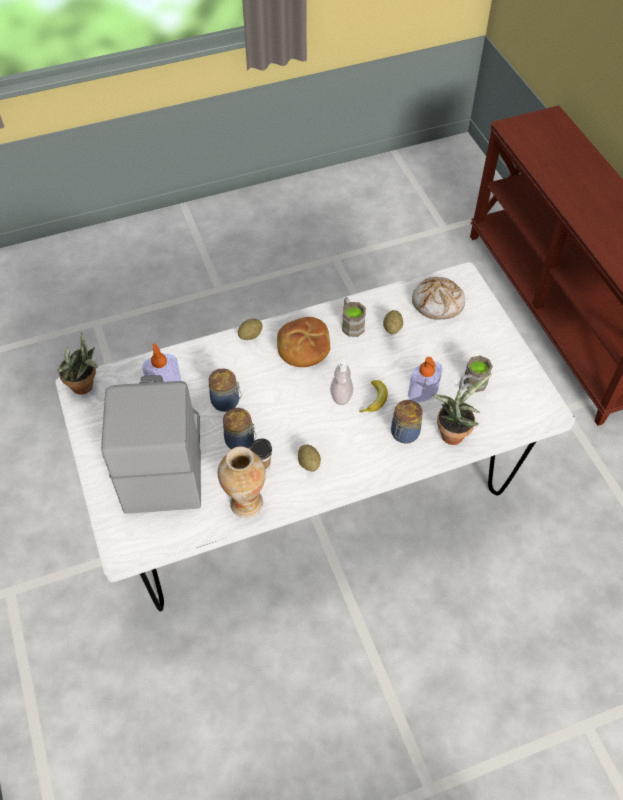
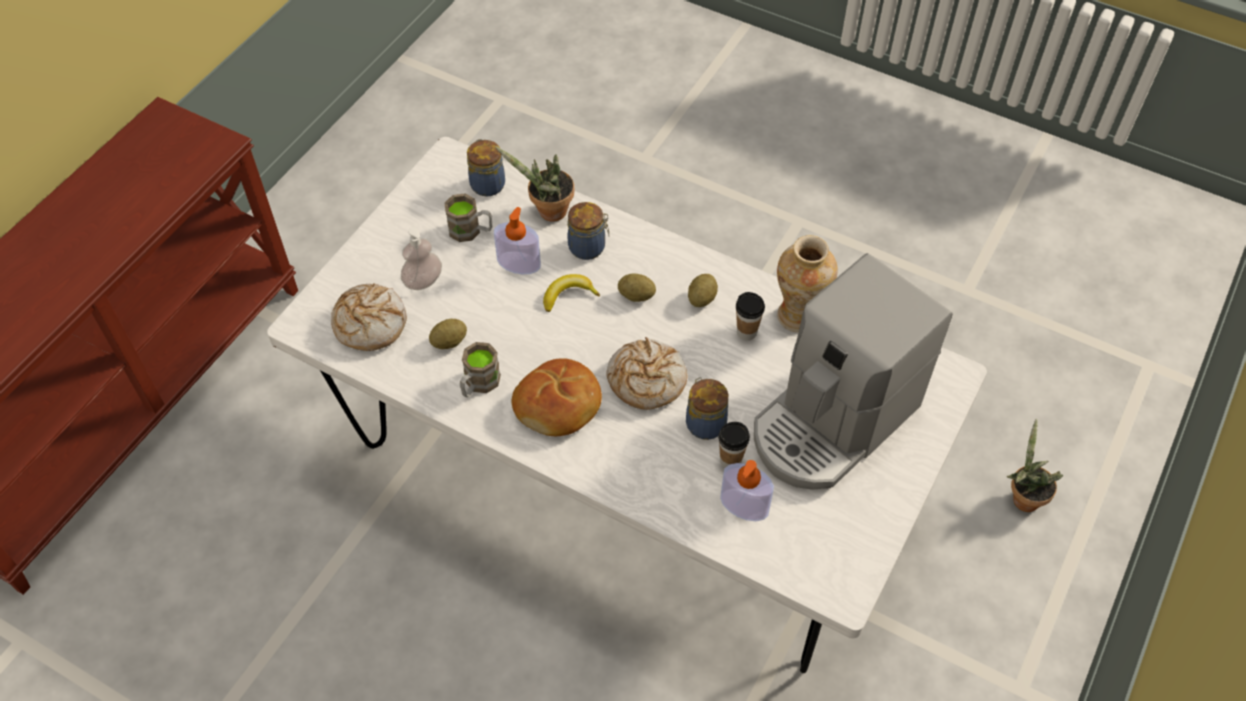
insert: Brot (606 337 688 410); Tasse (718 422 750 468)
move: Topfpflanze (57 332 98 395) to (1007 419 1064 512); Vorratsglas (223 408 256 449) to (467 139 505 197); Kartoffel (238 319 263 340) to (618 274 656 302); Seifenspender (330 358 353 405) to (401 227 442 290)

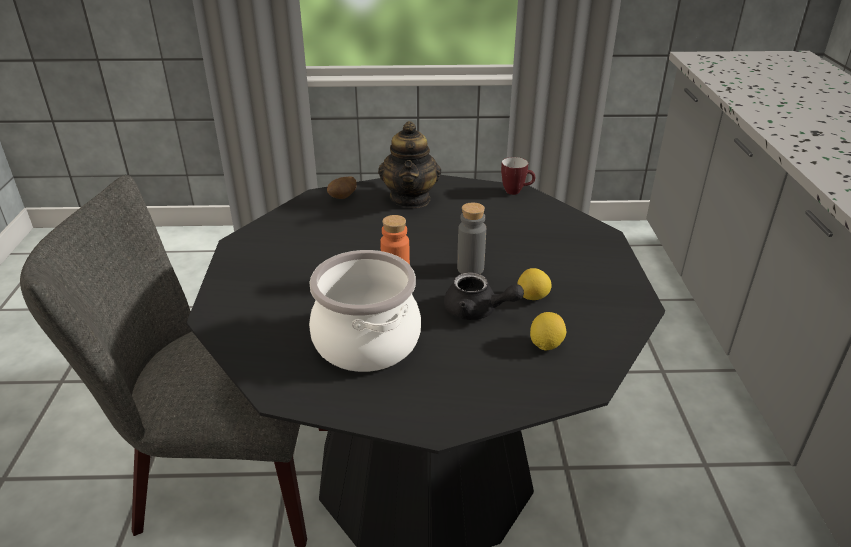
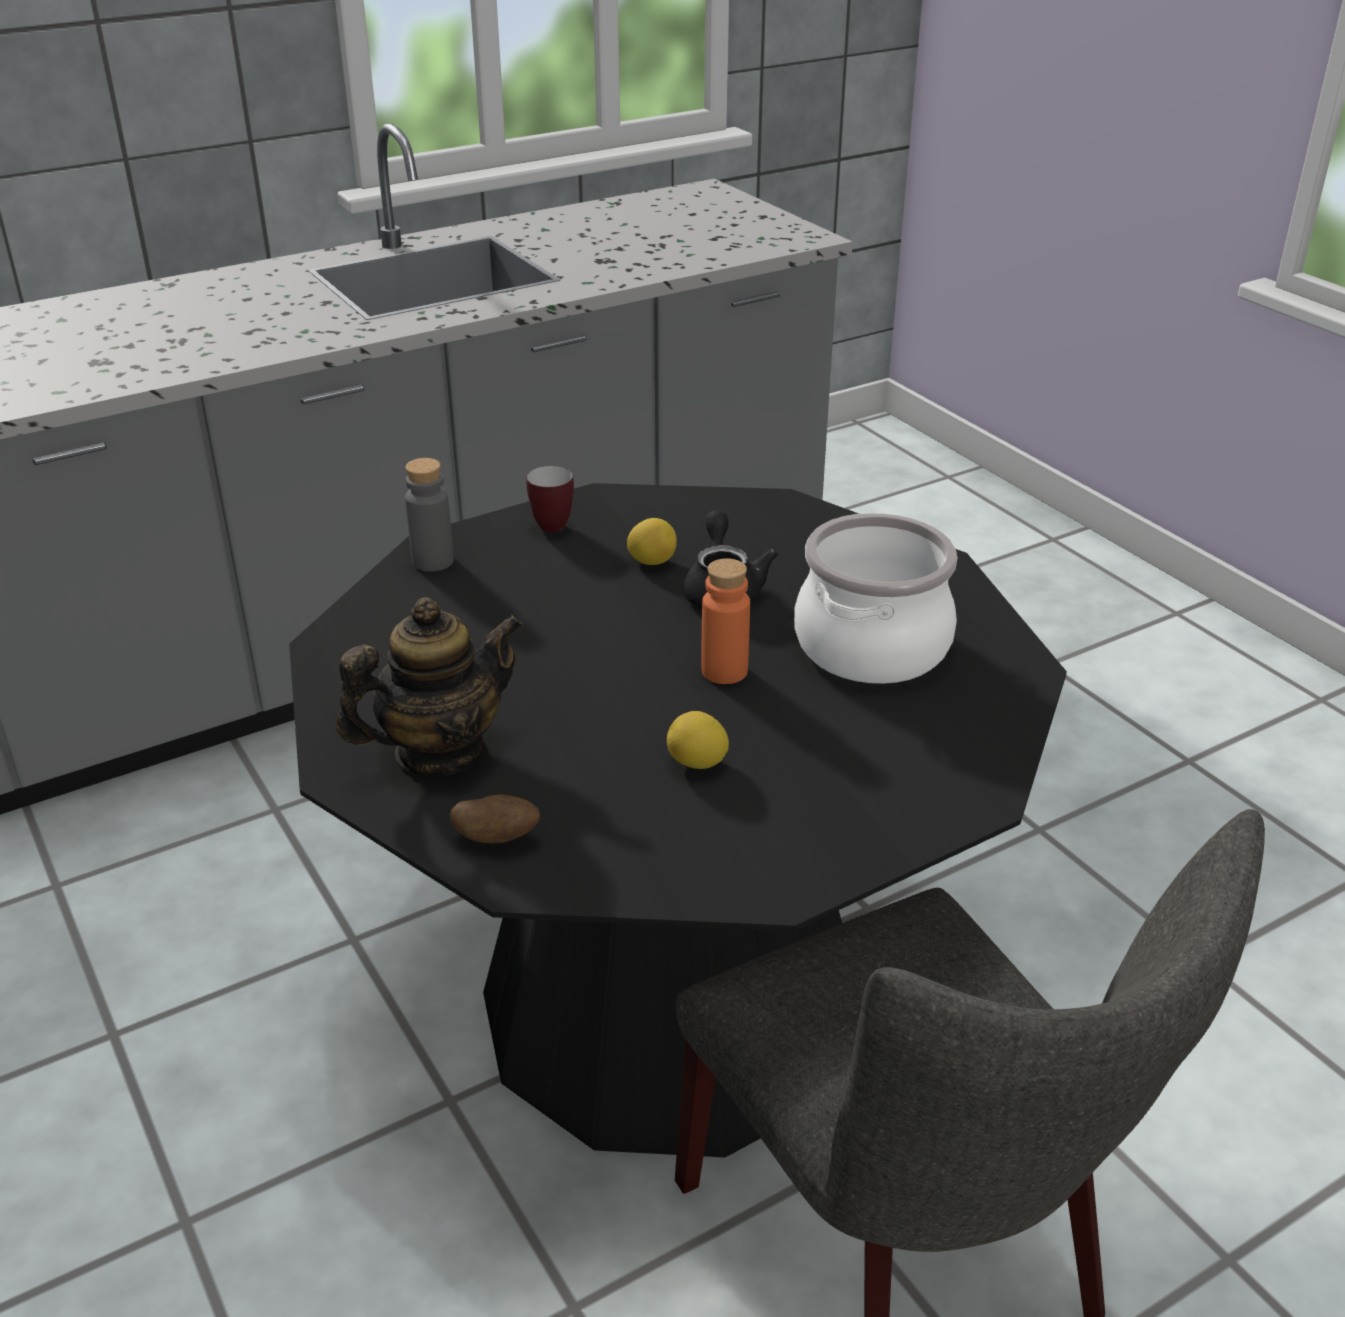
move: Flasche/grau (457 203 486 274) to (405 458 454 572); Henkelbecher (501 157 535 195) to (526 466 574 533); Zitrone (530 312 566 351) to (667 711 729 769)

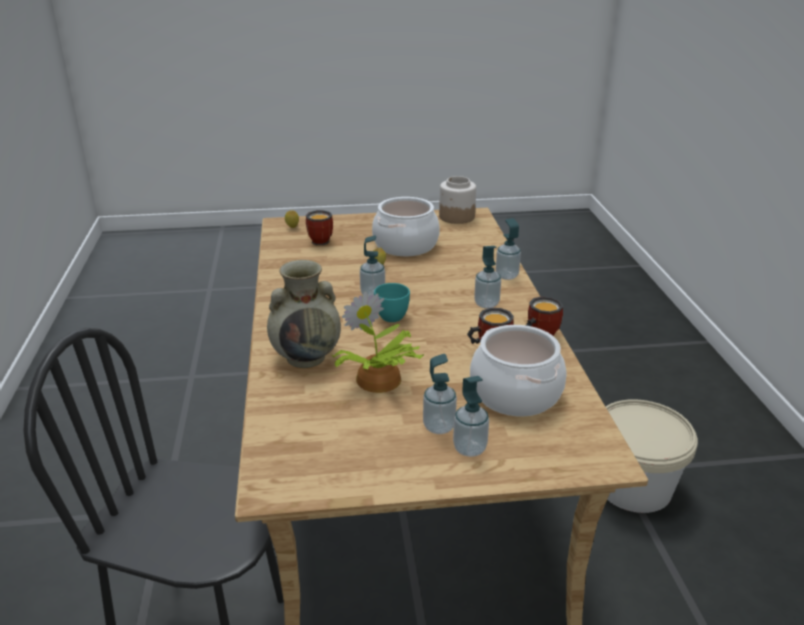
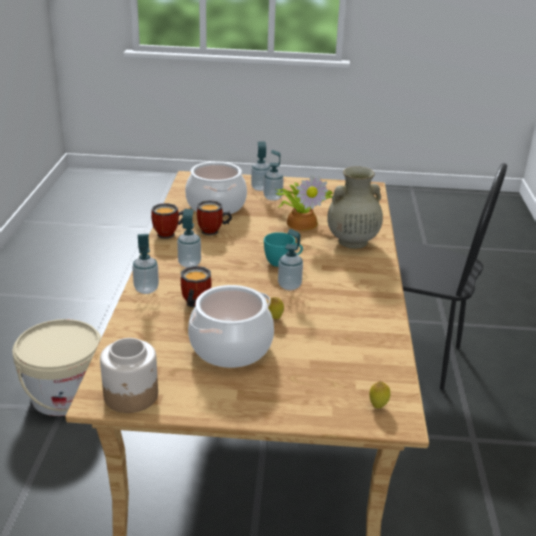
move: Henkelbecher (306 210 333 246) to (181 266 212 308)

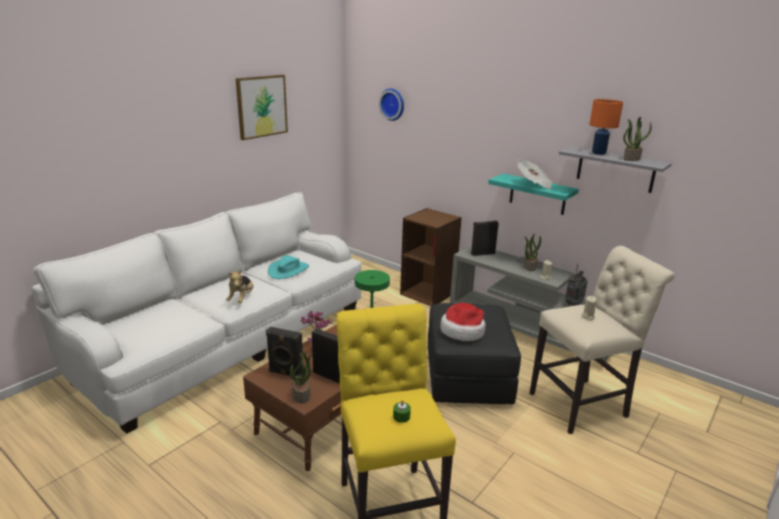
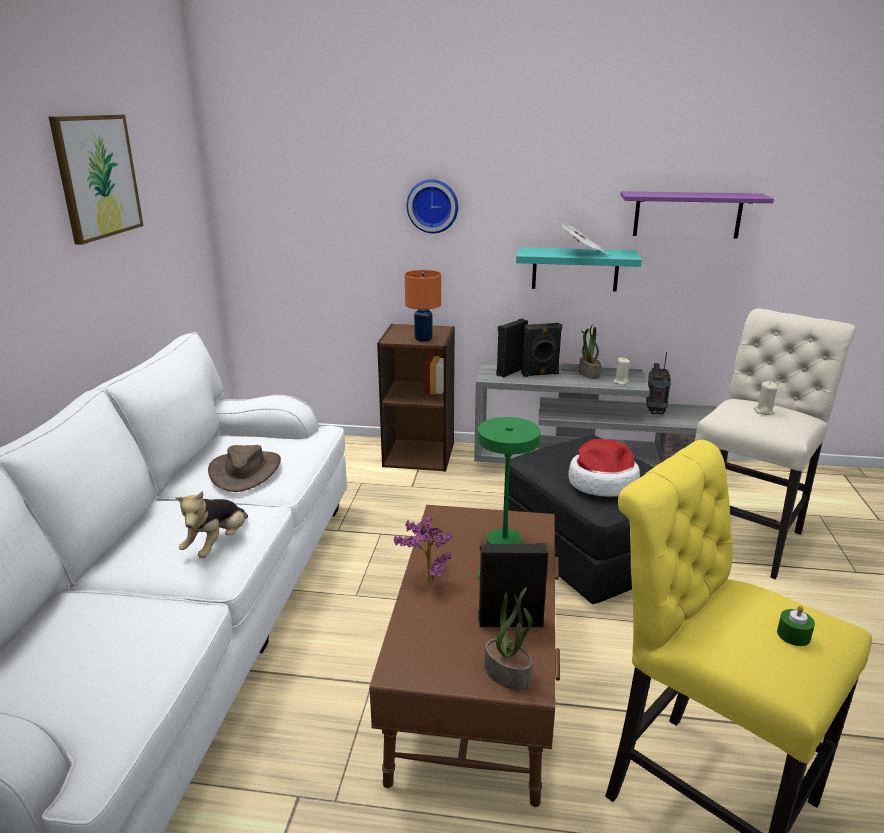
delete: Topfpflanze (623 117 652 161)
move: Lautsprecher/schwarz (266 327 303 377) to (521 323 562 377); Wanduhr (379 88 404 121) to (407 179 458 233); Tischlampe/orange (589 99 623 155) to (405 270 441 342)
recolor: Hut/türkis (268 255 309 279) to Hut/braun (208 445 281 492); Wandregal/grau (559 147 672 193) to Wandregal/lila (621 191 774 238)
rotate: Plüschtier (226 269 254 303) = (175 491 248 558) 45 degrees clockwise

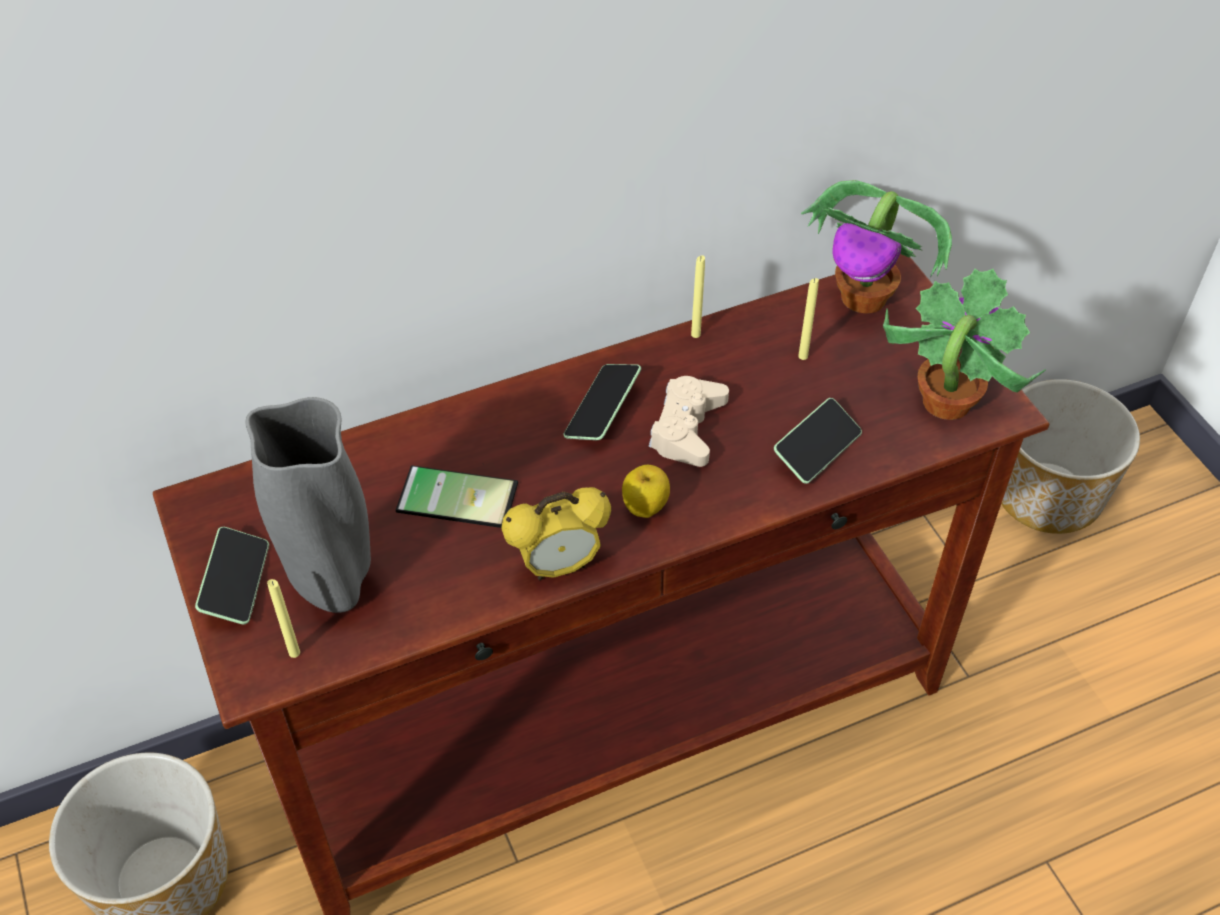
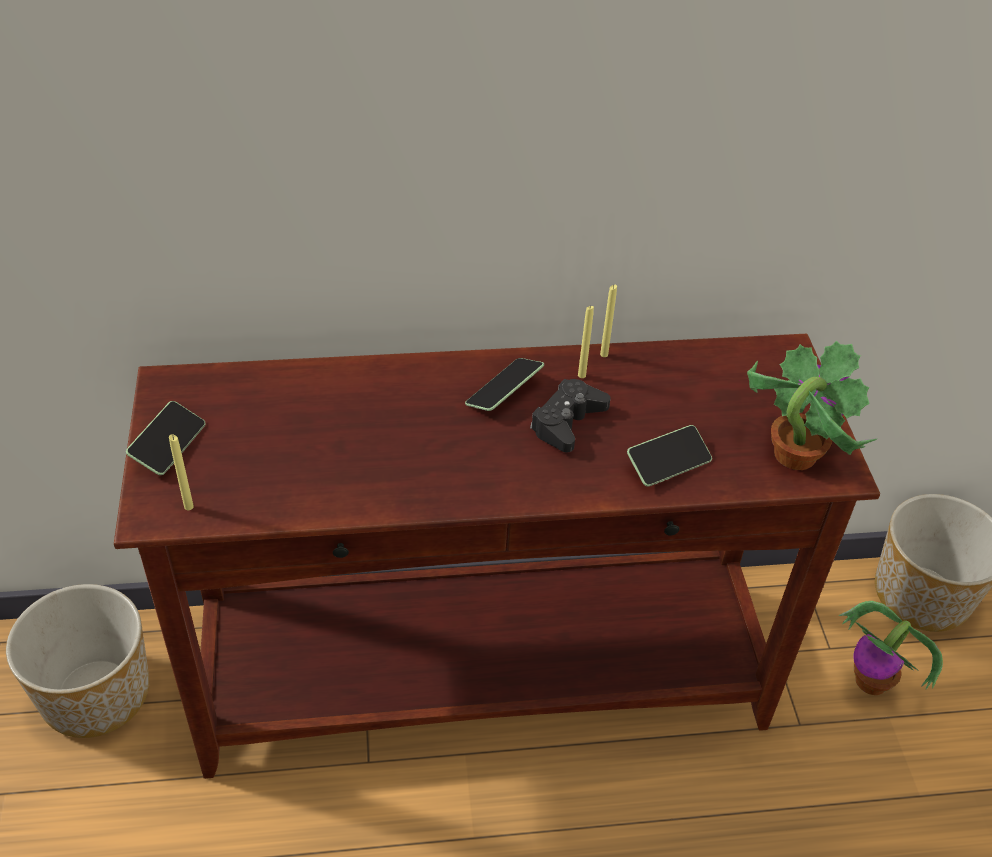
delete: Vase/grau (245 397 371 613); Handy (396 465 518 528); Wecker (501 487 611 580); Apfel (622 465 670 518)
move: Kerze/gelb (798 278 819 360) to (578 305 594 378); Topfpflanze (801 180 952 313) to (839 601 943 695)
recolor: Gamepad/beige (649 376 729 467) to Gamepad/schwarz (530 379 611 453)

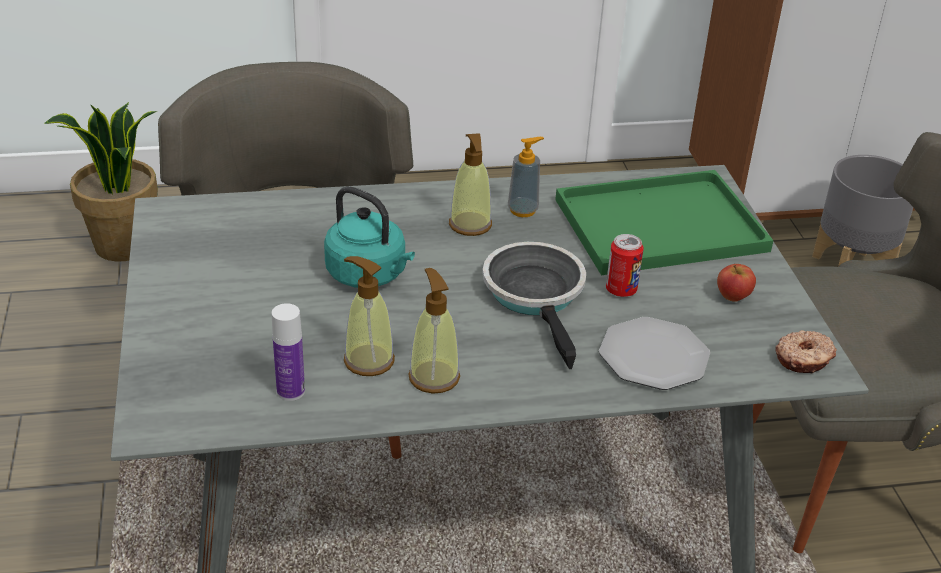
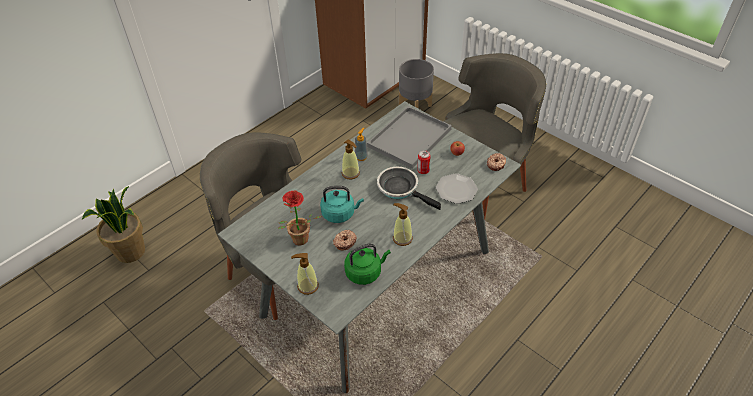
insert: Topfpflanze (278 191 321 246); Donut (333 230 357 251)
move: Seifenspender (344 256 395 376) to (291 253 319 295)
replace: Flasche (272 303 305 401) to Wasserkessel/grün (344 243 391 285)
recolor: Tablett/grün (555 170 774 275) to Tablett/grau (367 106 452 169)

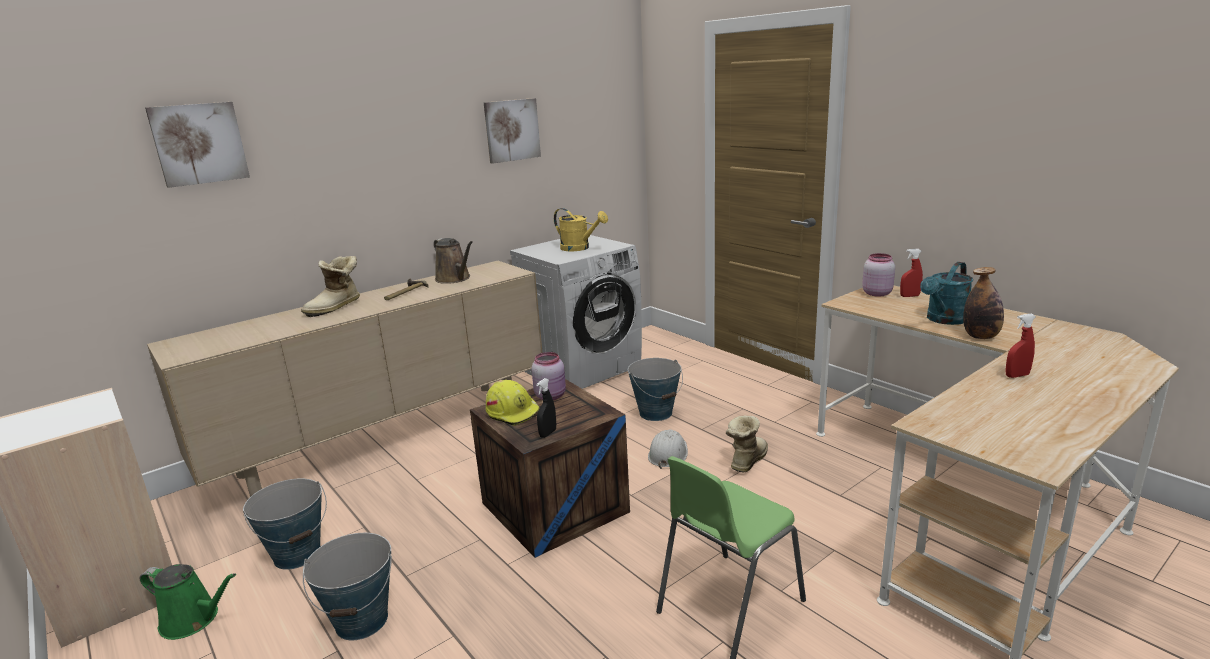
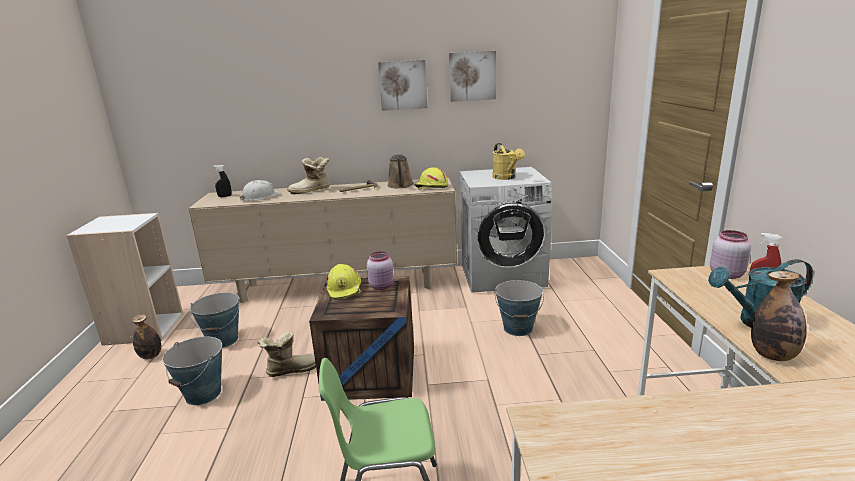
delete: Sprühflasche/rot (1005 314 1036 378)
insert: Schutzhelm/gelb (414 167 448 190)
move: Bild (145 102 250 188) to (378 60 427 111); Sprühflasche/schwarz (536 378 556 438) to (213 165 232 197); Schutzhelm/weiß (648 429 688 469) to (240 180 281 201); Stiefel (725 416 768 473) to (258 331 316 377)
replace: Gießkanne/grün (140 564 236 640) to Flasche (132 314 161 359)

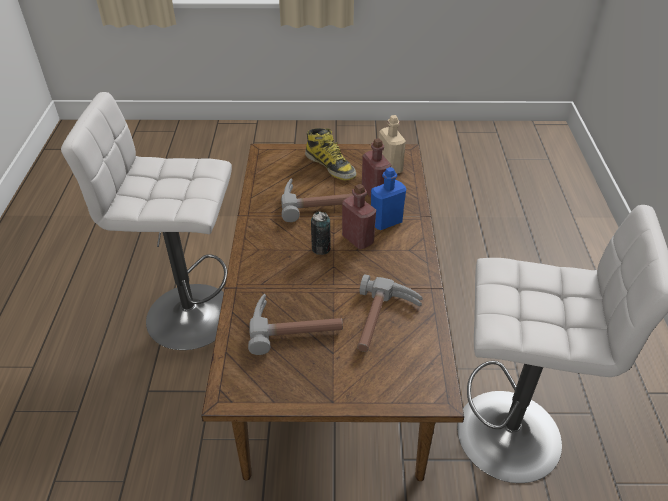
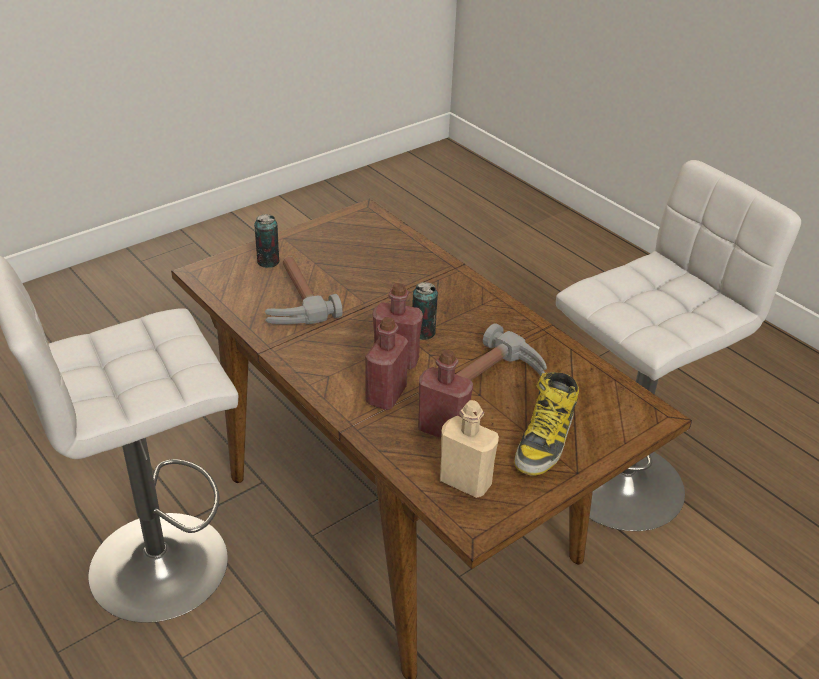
delete: Hammer (248 294 343 355)
insert: Dose (254 214 279 268)
recolor: Flasche/blau (371 167 406 230) to Flasche/rot (365 317 408 410)
rotate: Stiefel (305 128 357 180) = (514 372 579 476) 75 degrees counterclockwise

